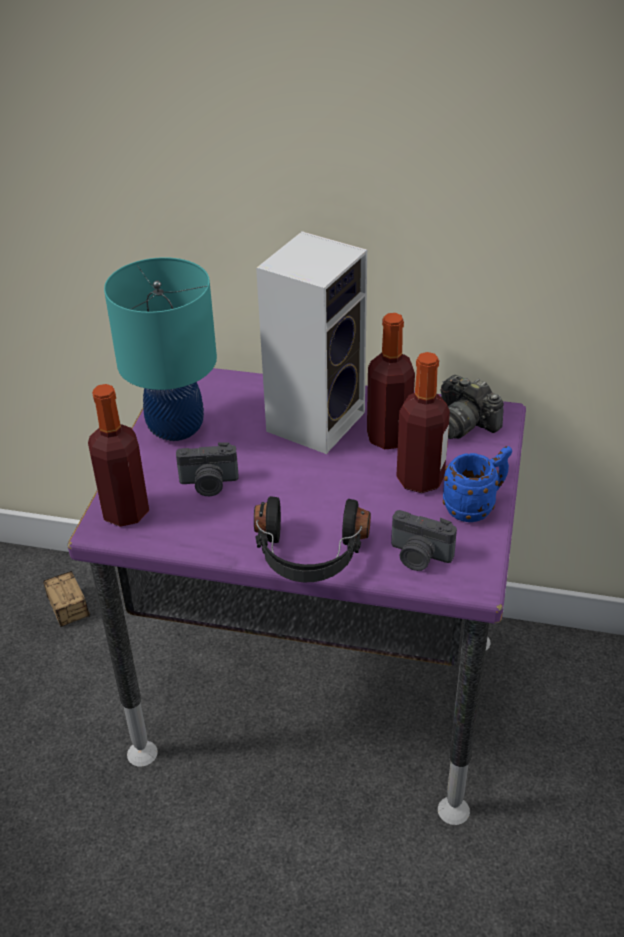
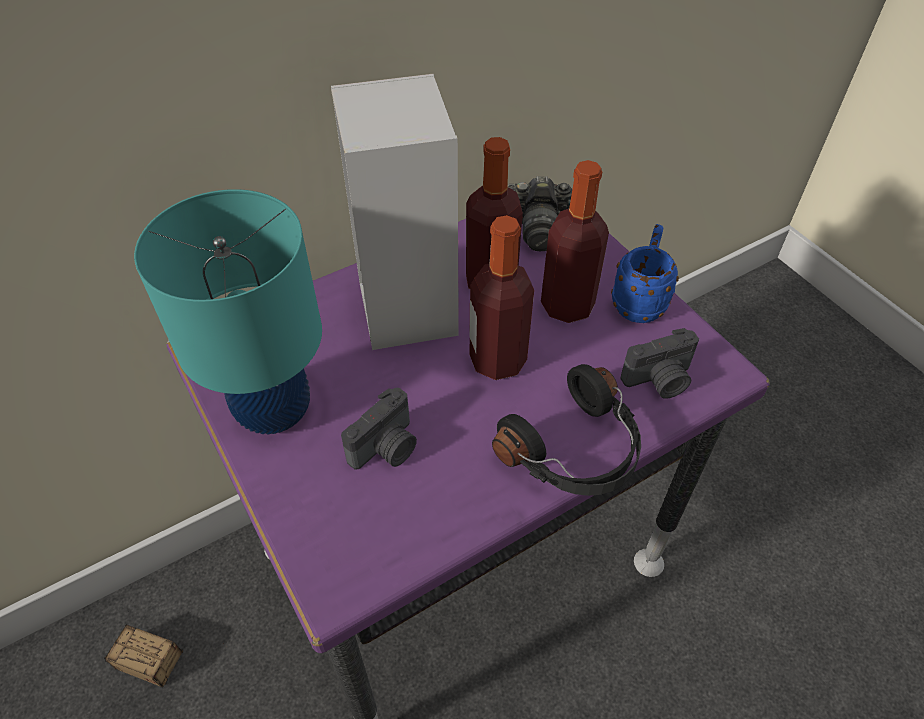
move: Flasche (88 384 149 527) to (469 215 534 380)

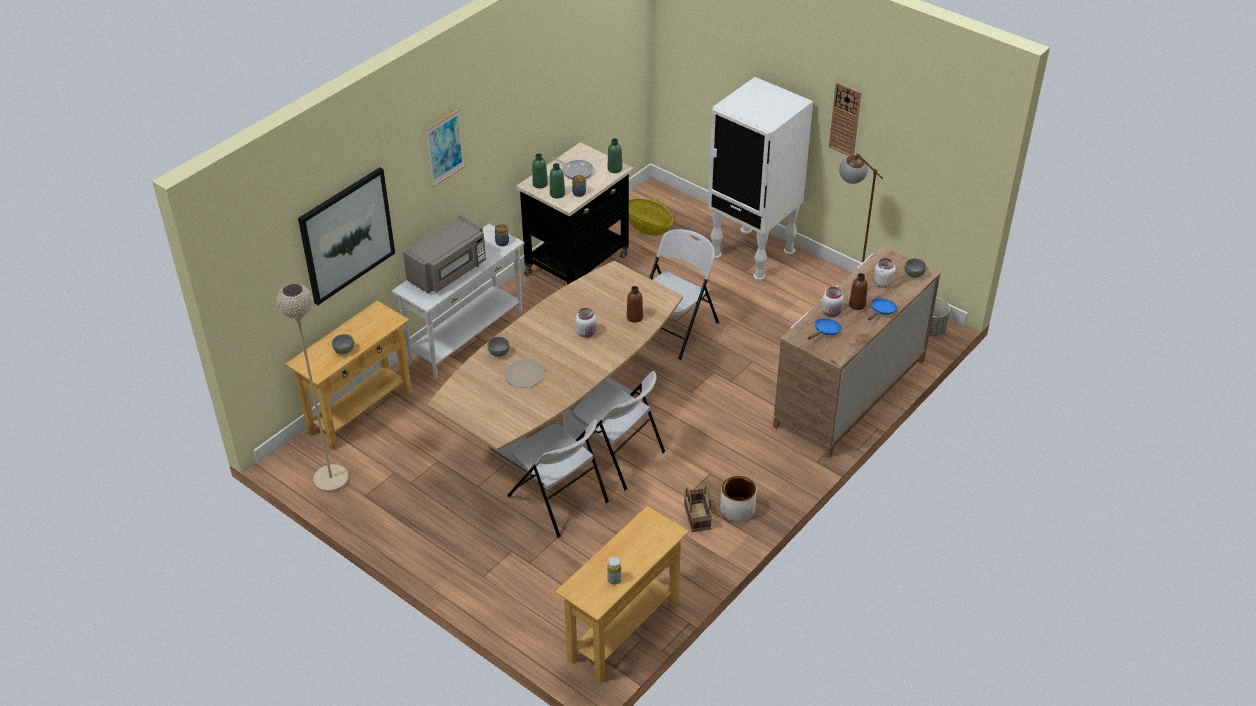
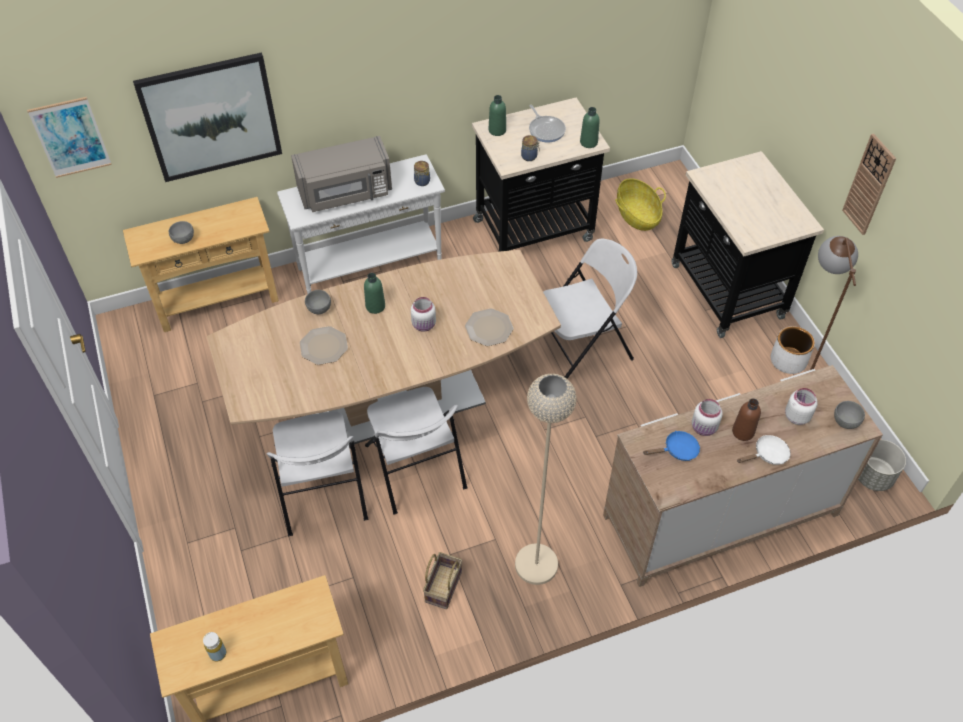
move: Stehlampe/beige (277 283 349 493) to (515 374 577 585); Bild (426 109 465 187) to (27 97 112 178); Flasche/grün (550 163 565 199) to (364 273 385 314); Pflanzkübel/weiß (720 476 757 522) to (771 326 815 374)
replace: Flasche/braun (627 286 643 323) to Teller (465 309 513 346); Schrank/weiß (708 77 813 280) to Rollwagen/schwarz (672 151 824 338)
recolor: Pfanne/blau (868 298 897 320) to Pfanne/weiß (737 435 791 465)

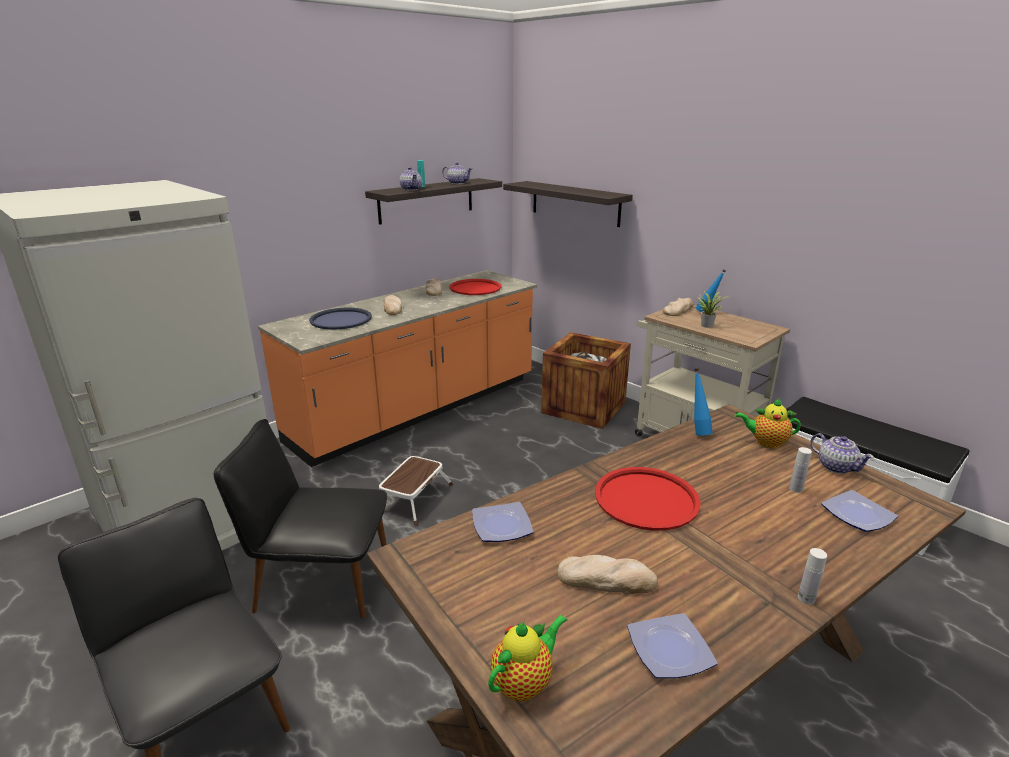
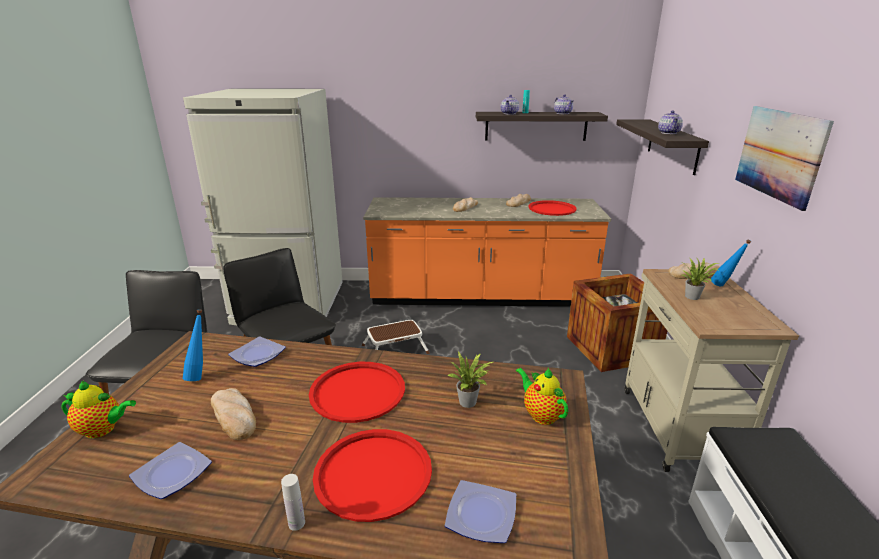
delete: Tablett/blau (309 308 372 329); Flasche/weiß (789 447 812 493)
insert: Tablett/rot (313 429 432 522); Topfpflanze (448 352 493 408); Bild (735 106 834 211)
move: Flasche/blau (694 368 713 436) to (183 310 203 381); Teekanne (810 433 874 474) to (658 110 683 134)

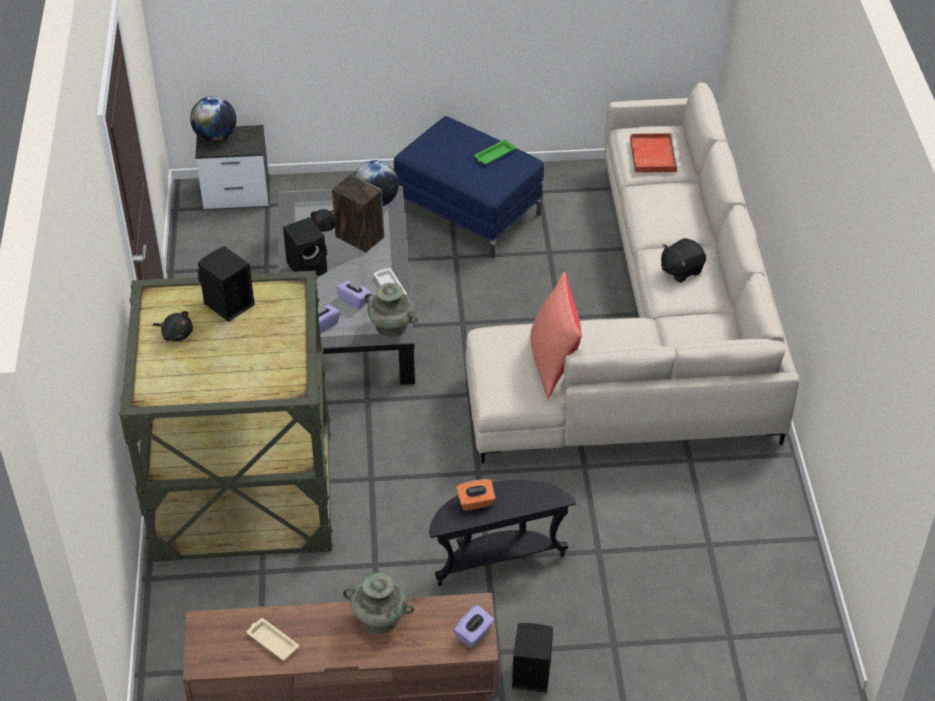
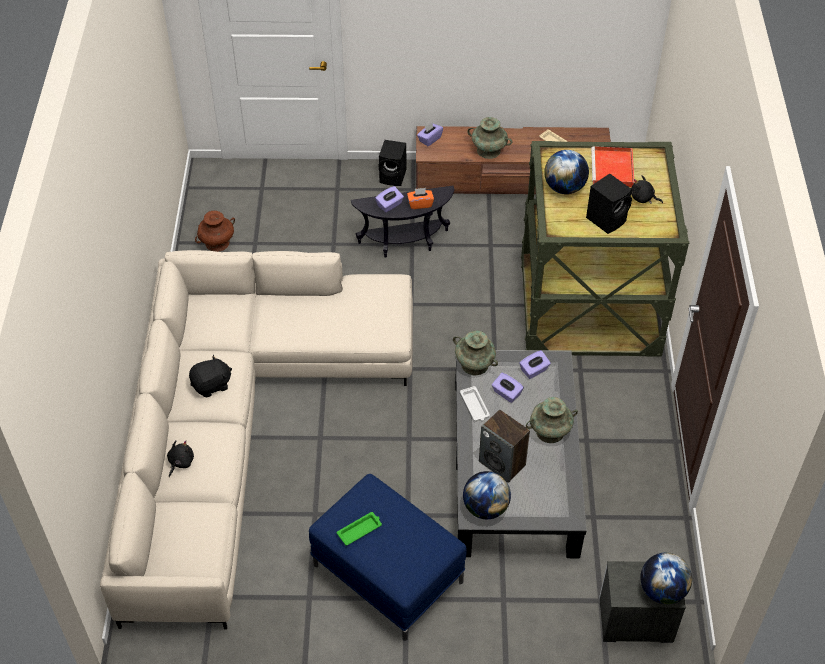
delete: Kissen/rot (531 272 582 398)
insert: Vase/braun (195 211 235 252); Taschentuchbox/lila (375 186 404 212); Globus (544 150 589 194)
move: Plüschtier/schwarz (311 209 335 232) to (167 440 194 477); Tablett/rot (630 133 679 173) to (591 146 634 187)
replace: Lautsprecher/schwarz (283 217 327 277) to Vase/türkis (526 397 578 443)

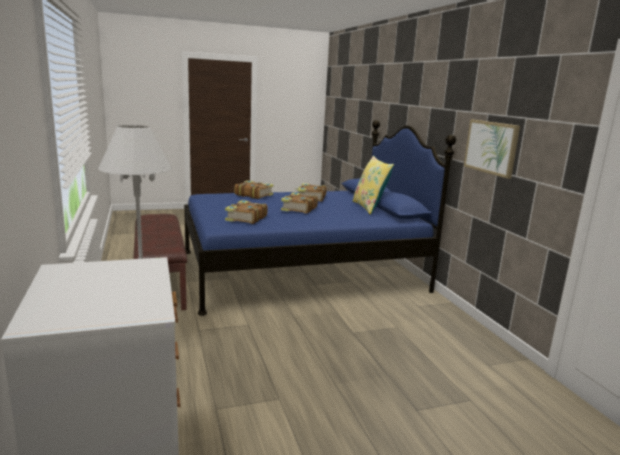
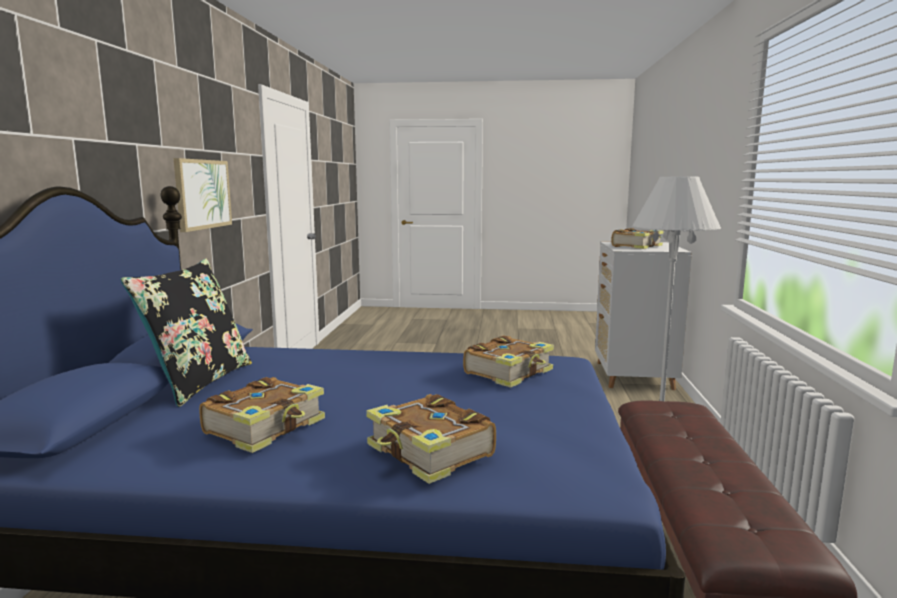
move: Buch (281 192 318 213) to (611 228 664 249)
recolor: Kissen/gelb (353 156 394 215) to Kissen/schwarz (121 259 252 407)

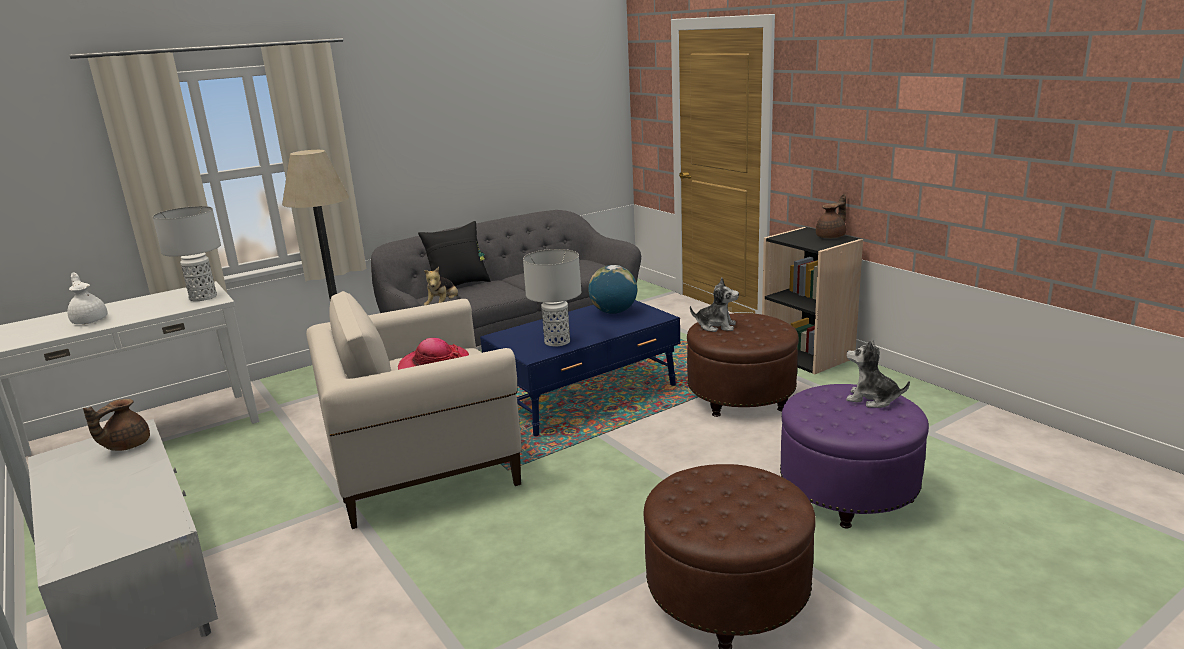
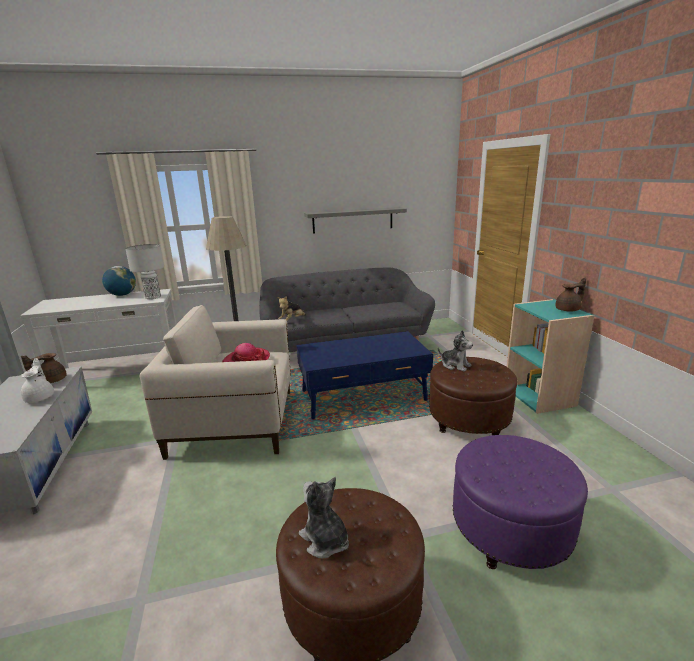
delete: Kissen/schwarz (418 221 490 286); Tischlampe/weiß (523 249 581 347)
insert: Wandregal/grau (304 207 407 234)
move: Teekanne/weiß (67 273 108 324) to (21 358 54 403); Globus (588 265 637 314) to (102 266 136 296); Plüschtier (846 340 910 408) to (299 477 349 559)
recolor: Bücherregal/schwarz (762 227 863 374) to Bücherregal/türkis (507 299 594 414)

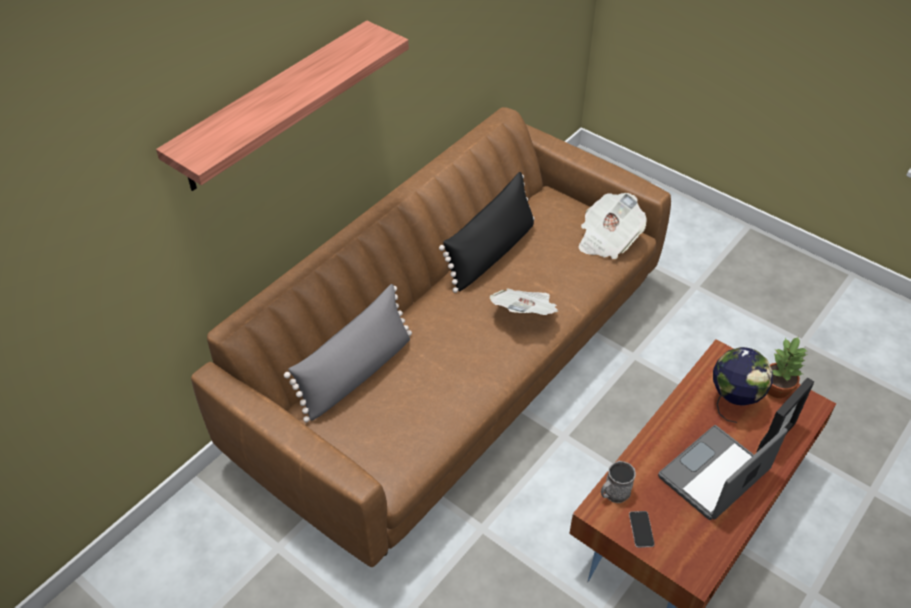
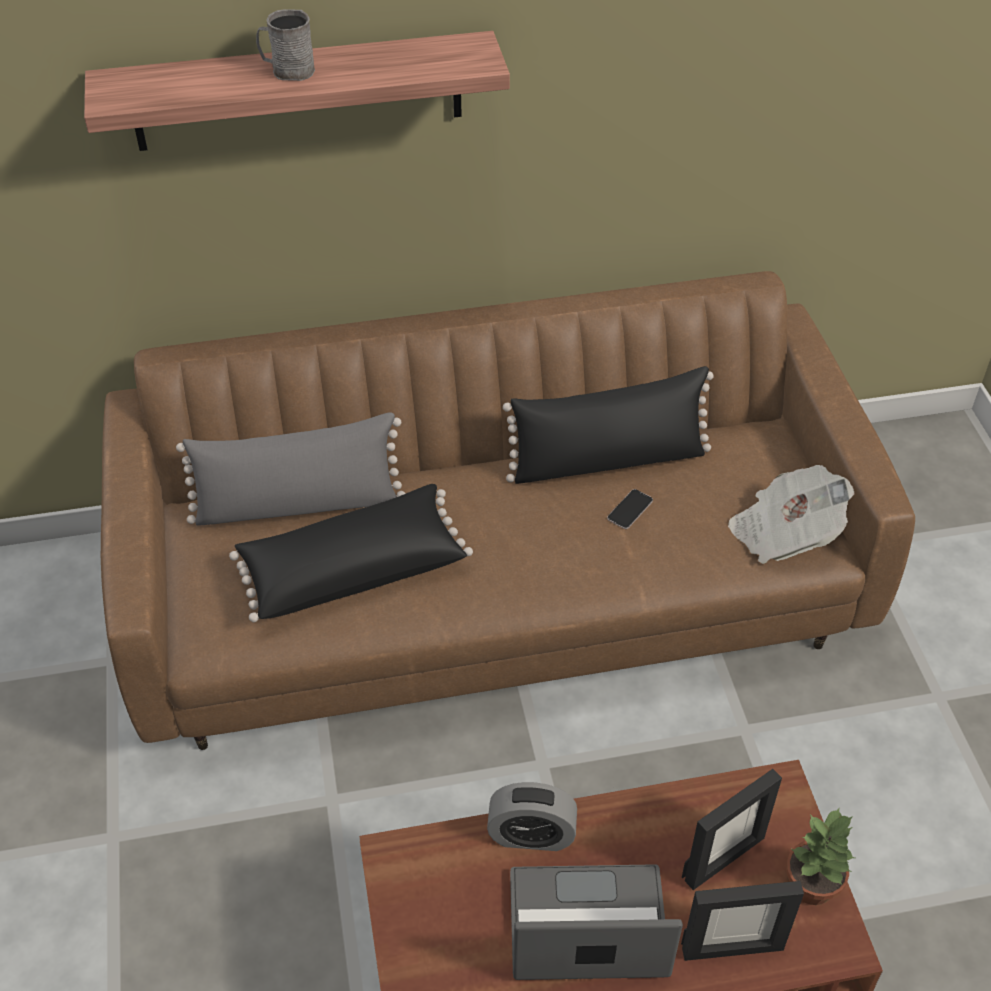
delete: Zeitung (490 288 558 315)
insert: Kissen/schwarz (229 484 473 622); Wecker (487 782 577 851)
move: Henkelbecher/grau (601 461 636 503) to (256 10 315 81); Handy (629 511 655 548) to (607 489 653 529)
replace: Globus (713 347 773 423) to Bilderrahmen (682 769 782 890)

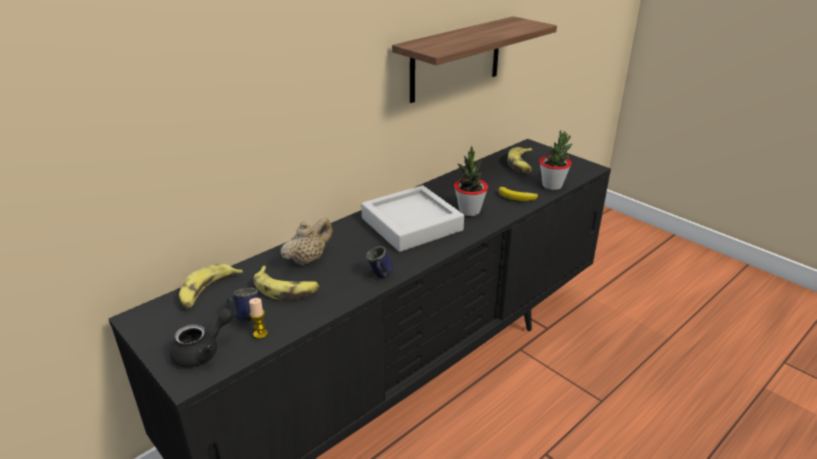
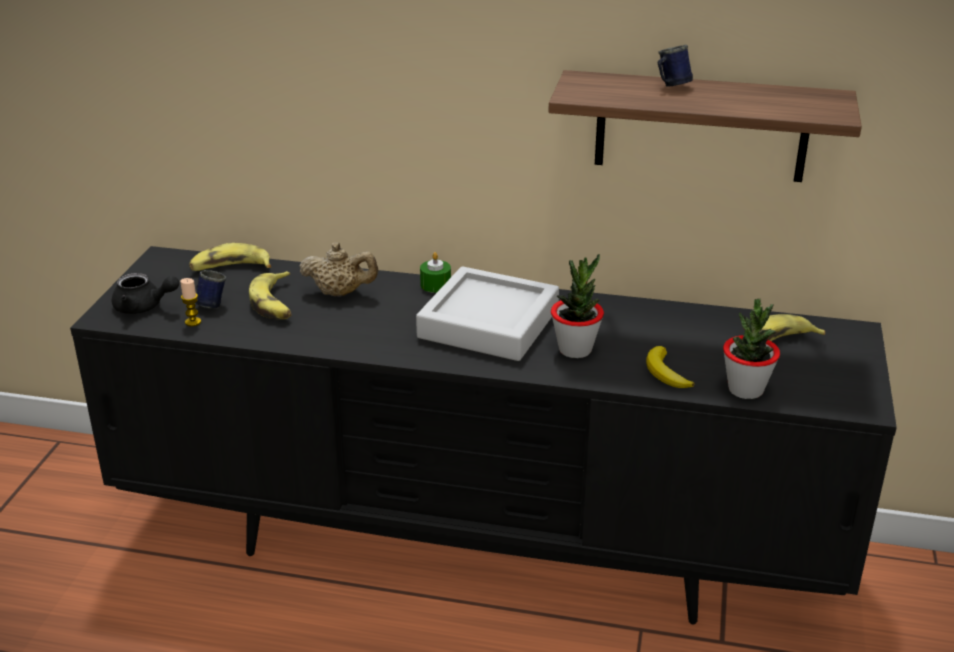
insert: Kerze/grün (420 252 451 293)
move: Henkelbecher/blau (366 246 394 278) to (658 45 693 87)

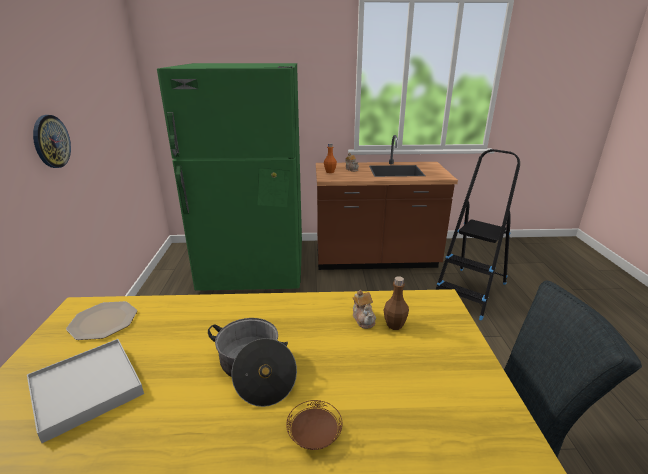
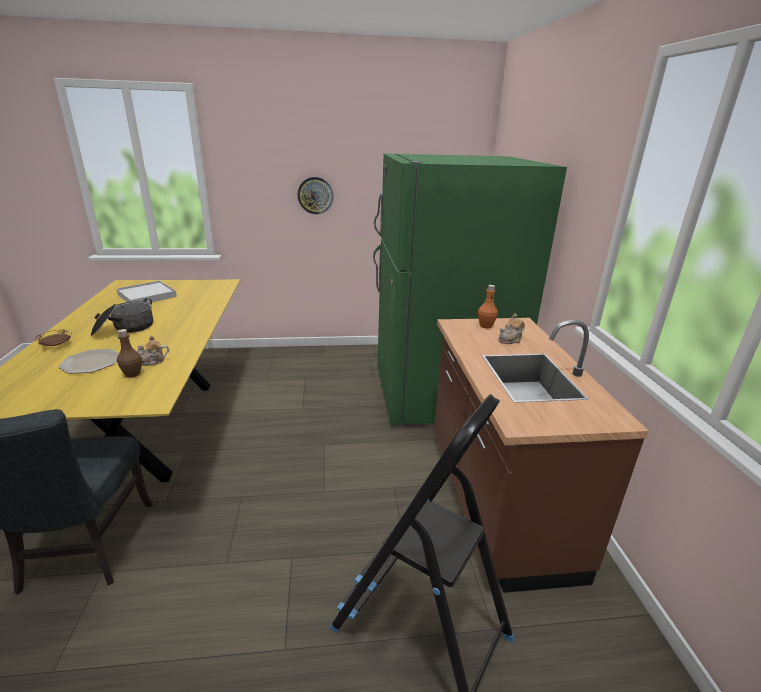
move: Teller (66 301 137 340) to (58 349 119 374)

